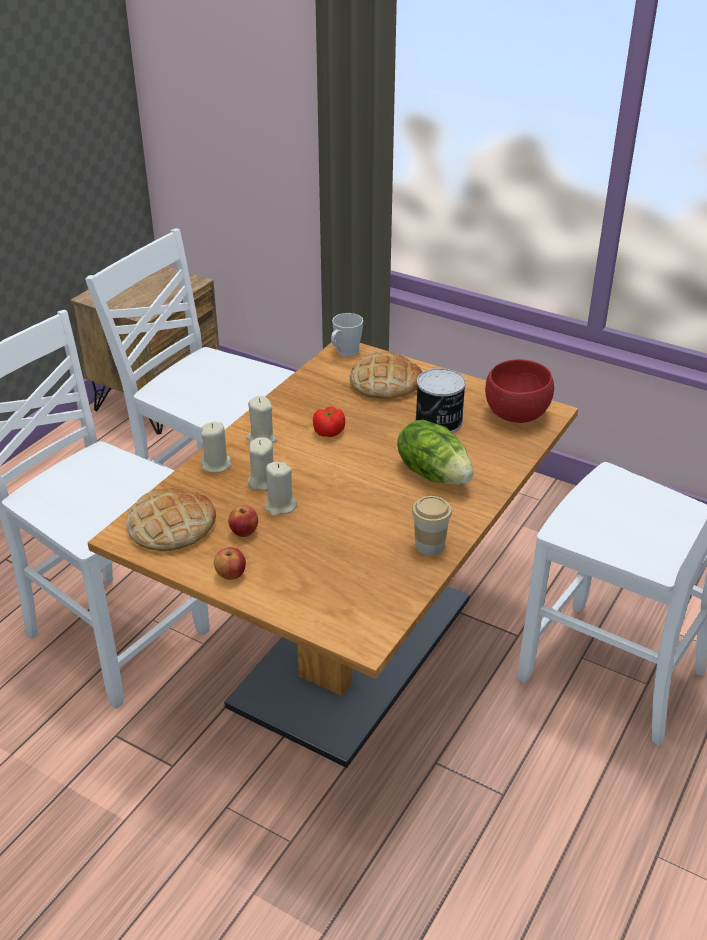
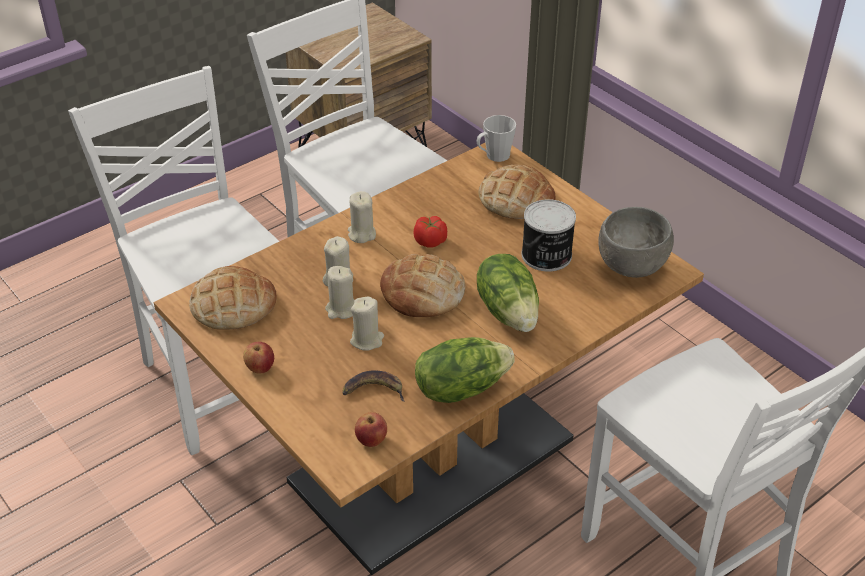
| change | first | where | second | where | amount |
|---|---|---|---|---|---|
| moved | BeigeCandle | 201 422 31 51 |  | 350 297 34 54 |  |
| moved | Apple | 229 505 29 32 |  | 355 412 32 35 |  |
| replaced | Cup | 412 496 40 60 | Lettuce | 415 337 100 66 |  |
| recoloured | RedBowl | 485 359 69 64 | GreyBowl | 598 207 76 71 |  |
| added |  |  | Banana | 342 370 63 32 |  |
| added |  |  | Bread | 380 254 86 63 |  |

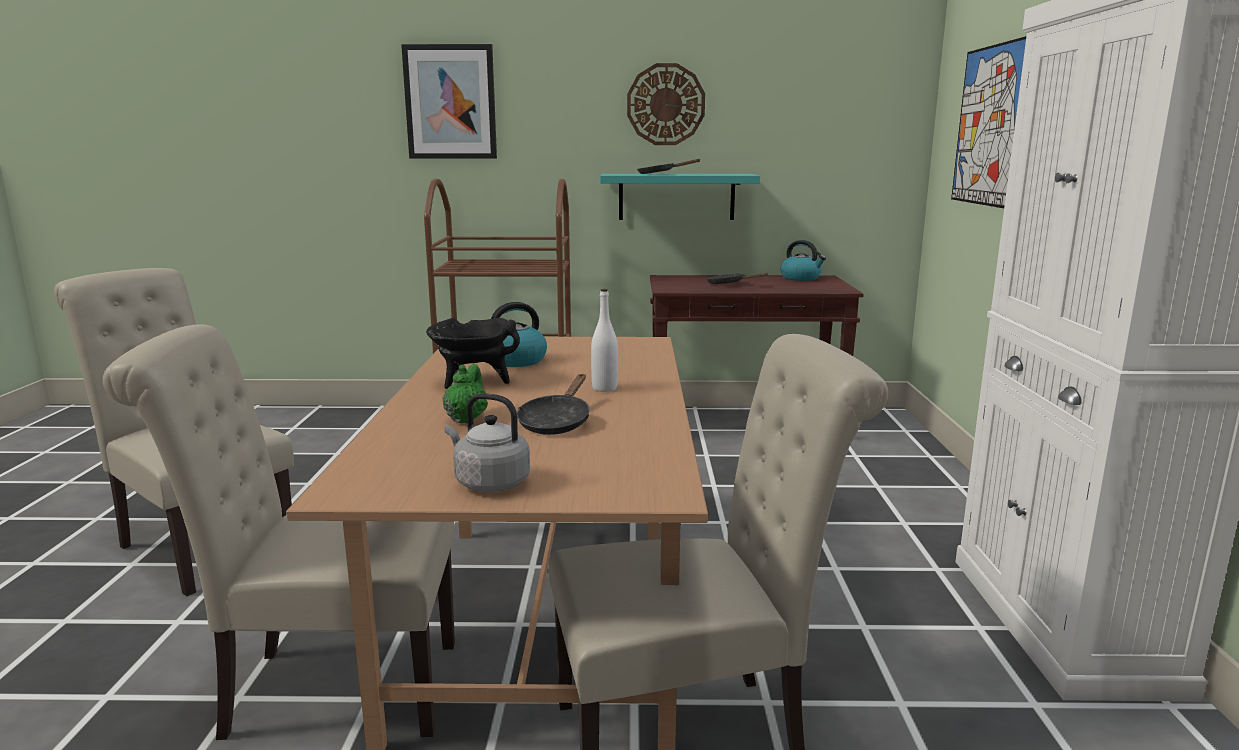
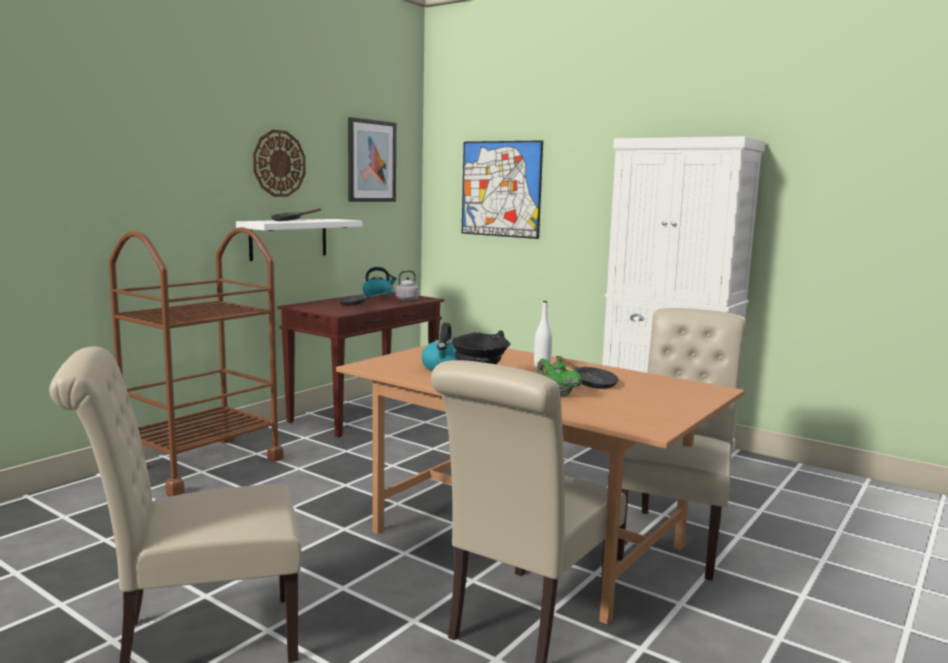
| change | first | where | second | where | amount |
|---|---|---|---|---|---|
| moved | Picture | 401 44 96 115 |  | 348 117 48 85 |  |
| moved | GreyKettle | 445 393 85 99 |  | 389 270 30 31 |  |
| recoloured | TurquoiseShelf | 600 174 160 46 | WhiteShelf | 236 219 126 42 |  |

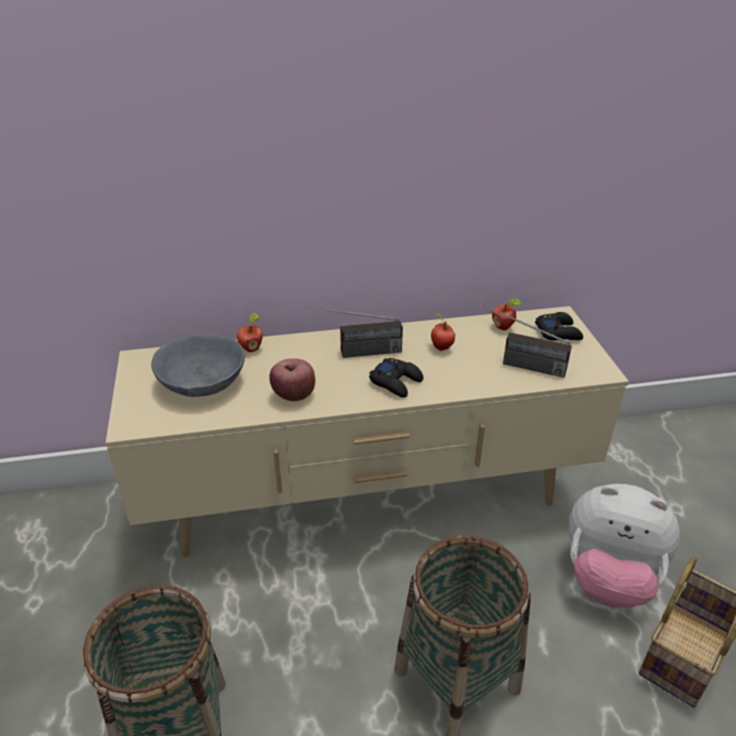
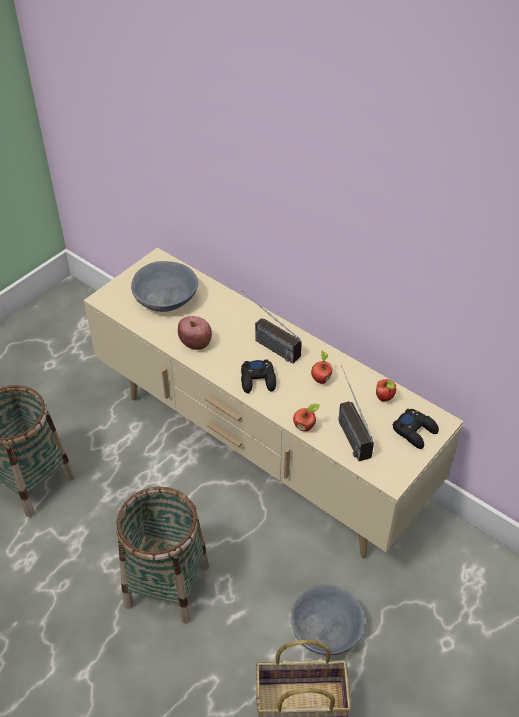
| change | first | where | second | where | amount |
|---|---|---|---|---|---|
| moved | Apple | 237 313 26 39 |  | 293 404 27 27 |  |
| replaced | PlushToy | 569 484 111 124 | GreyBowl | 290 585 74 70 |  |

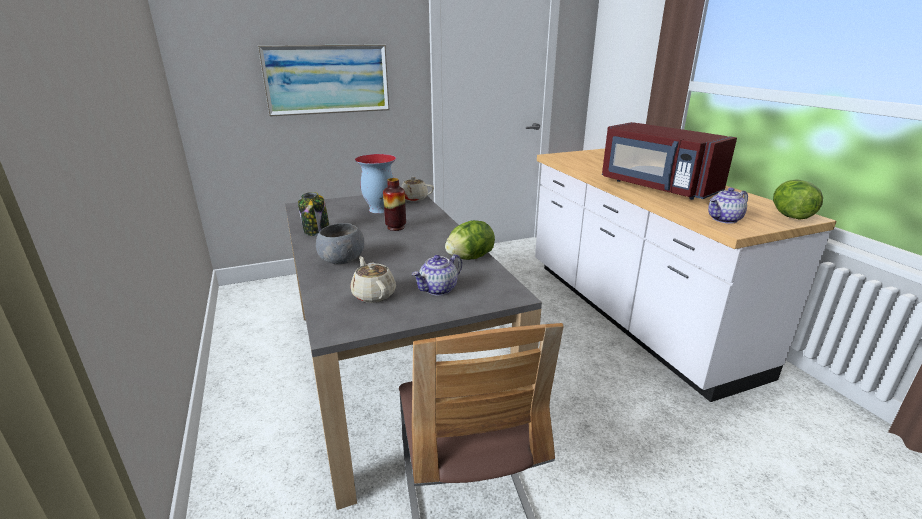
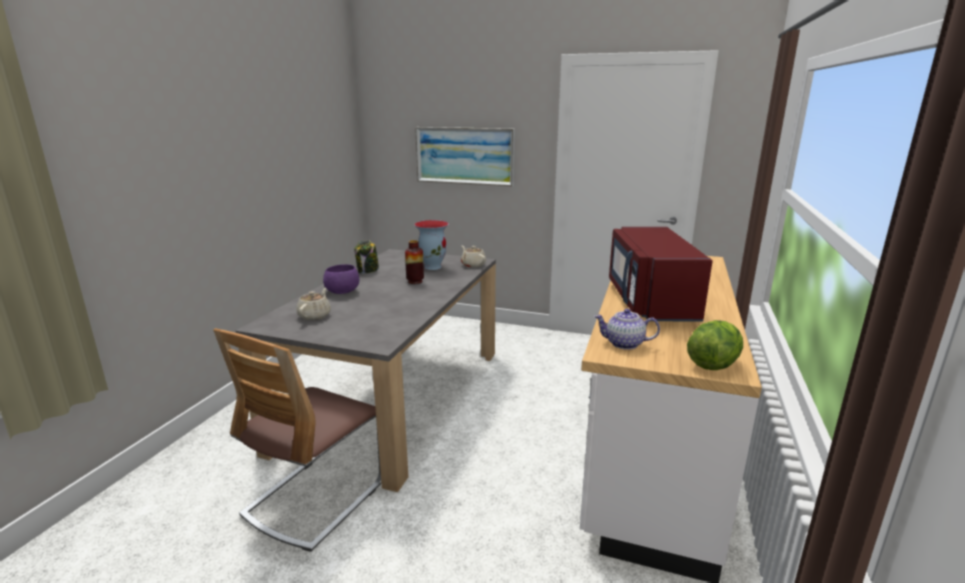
| change | first | where | second | where | amount |
|---|---|---|---|---|---|
| recoloured | GreyBowl | 316 223 48 41 | PurpleBowl | 323 264 36 30 |  |
| removed | Teapot | 412 254 50 42 |  |  |  |
| removed | Lettuce | 445 220 50 40 |  |  |  |

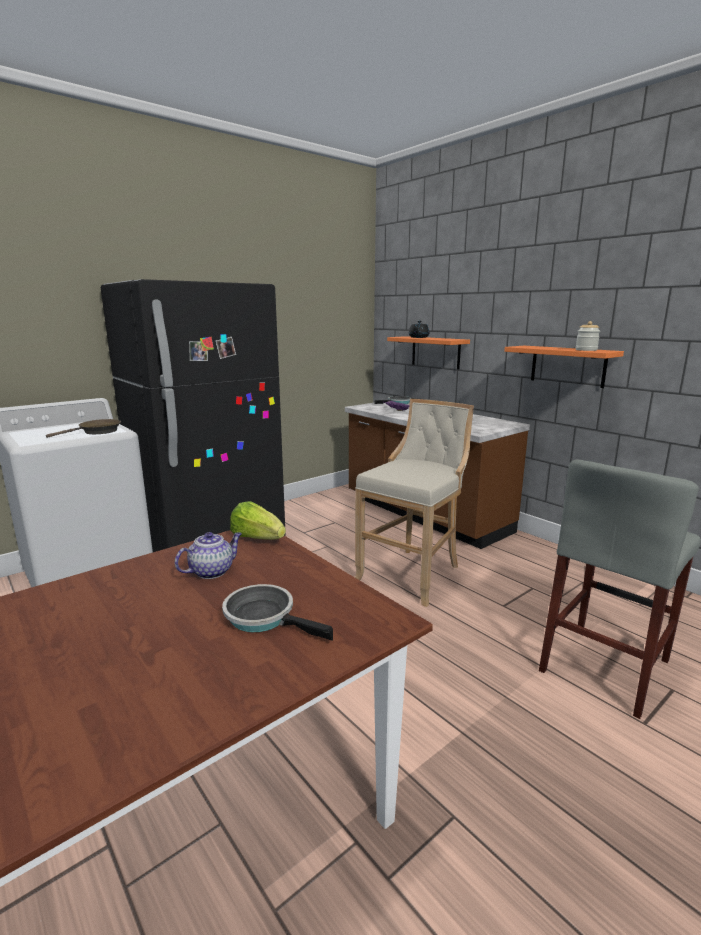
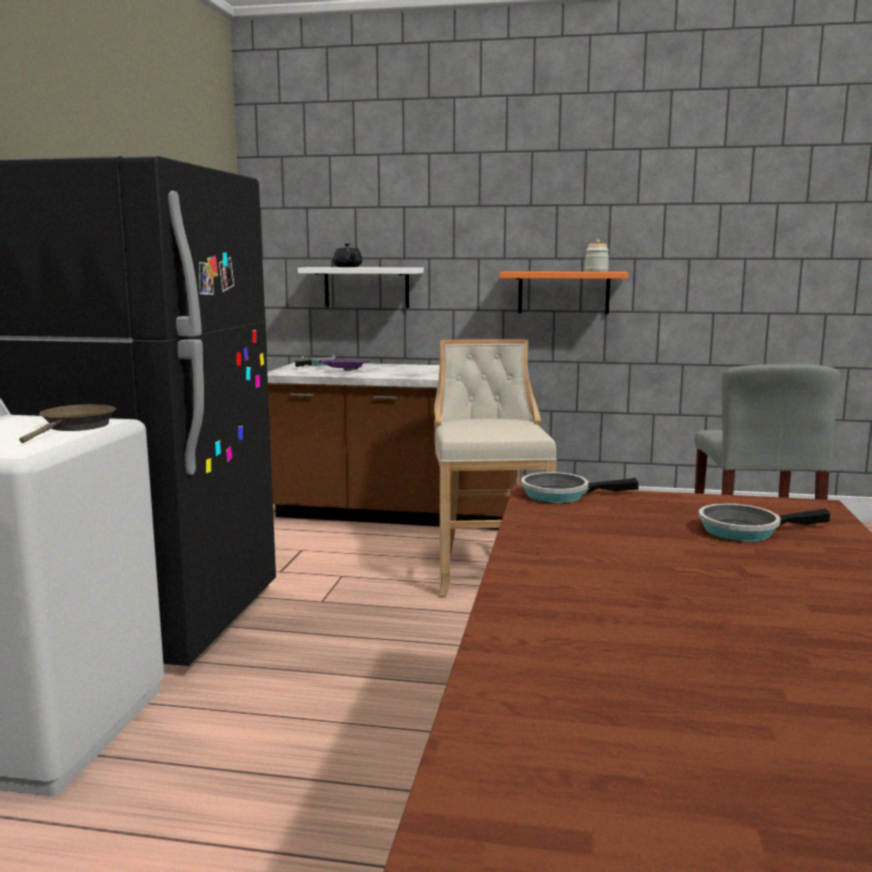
| change | first | where | second | where | amount |
|---|---|---|---|---|---|
| removed | Teapot | 175 532 67 47 |  |  |  |
| replaced | Lettuce | 230 501 56 39 | FryingPan | 521 472 118 31 |  |
| recoloured | OrangeShelf | 387 336 83 33 | WhiteShelf | 298 267 126 41 |  |

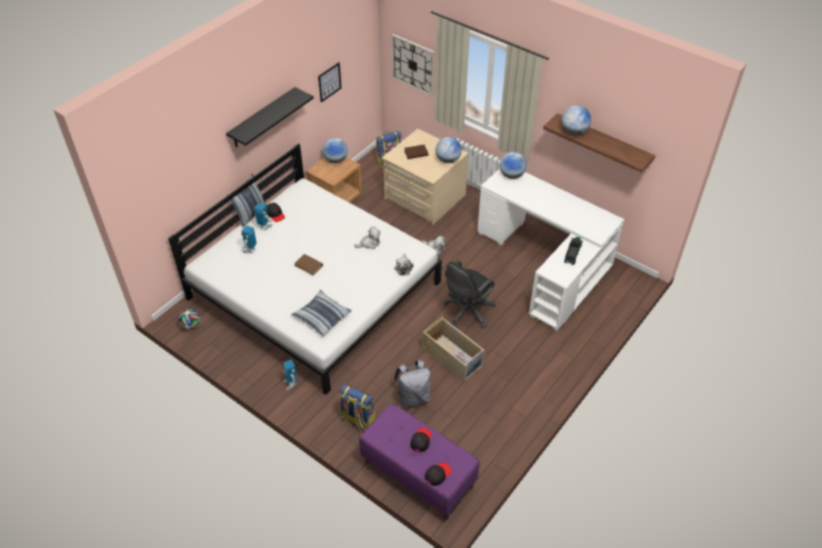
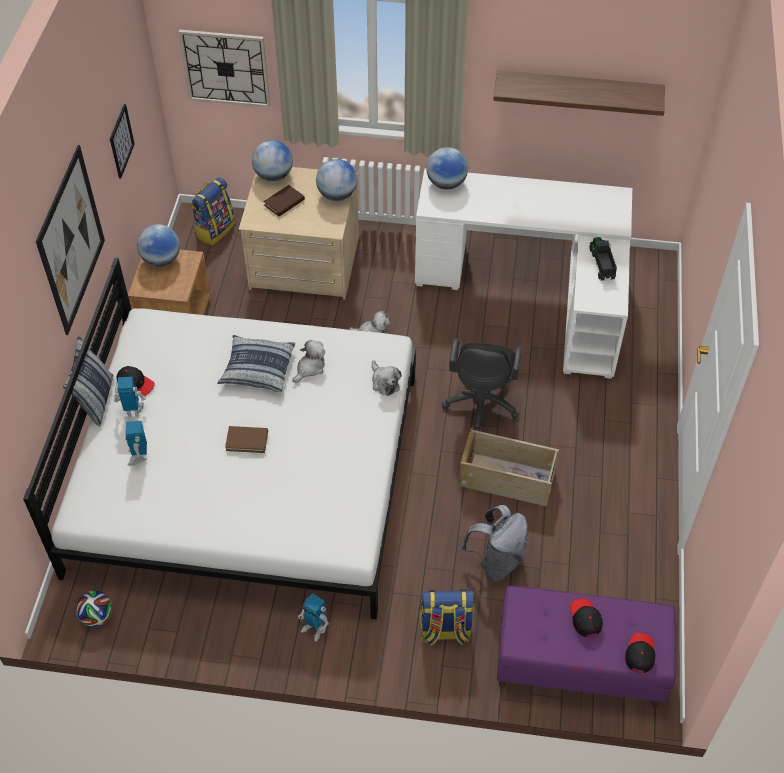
| change | first | where | second | where | amount |
|---|---|---|---|---|---|
| replaced | BlackShelf | 226 87 88 60 | Picture | 36 145 69 190 |  |
| moved | Pillow | 291 290 61 46 |  | 217 335 78 57 |  |
| moved | Globe | 561 105 30 30 |  | 252 140 41 42 |  |

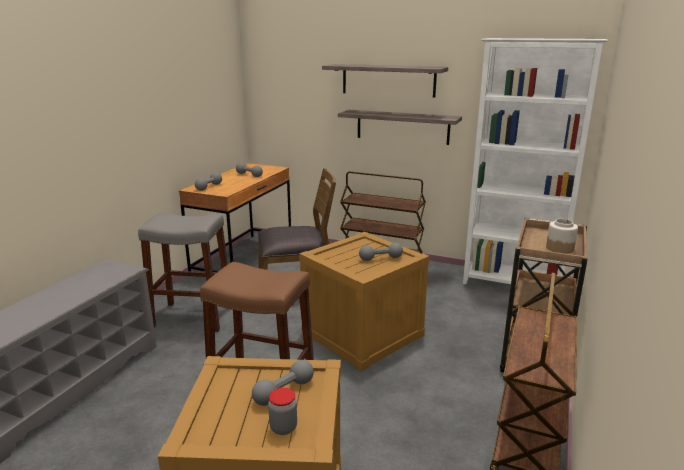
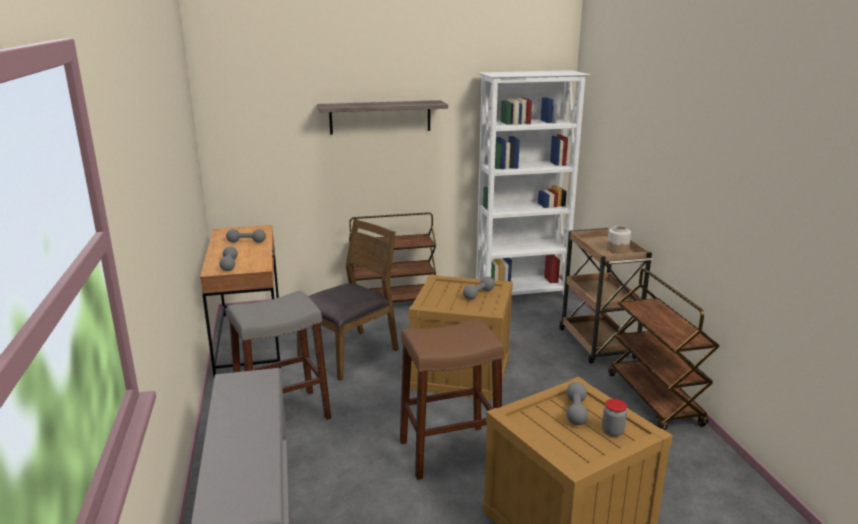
| change | first | where | second | where | amount |
|---|---|---|---|---|---|
| removed | Shelf | 338 110 124 35 |  |  |  |

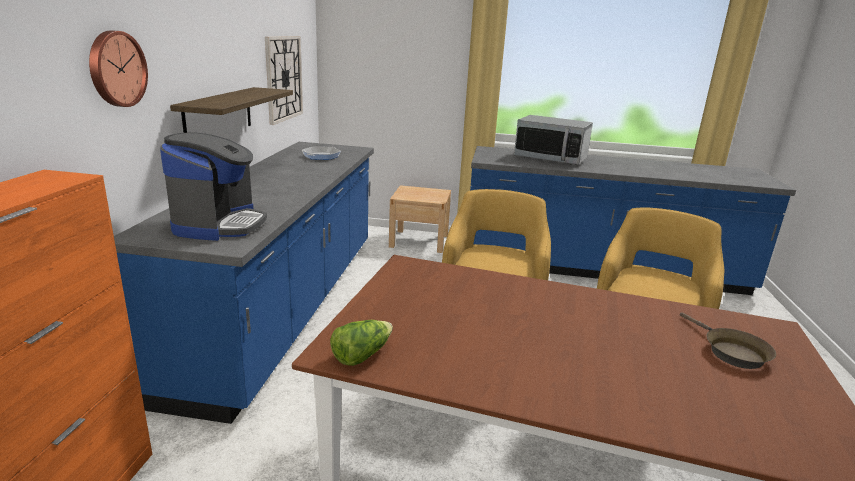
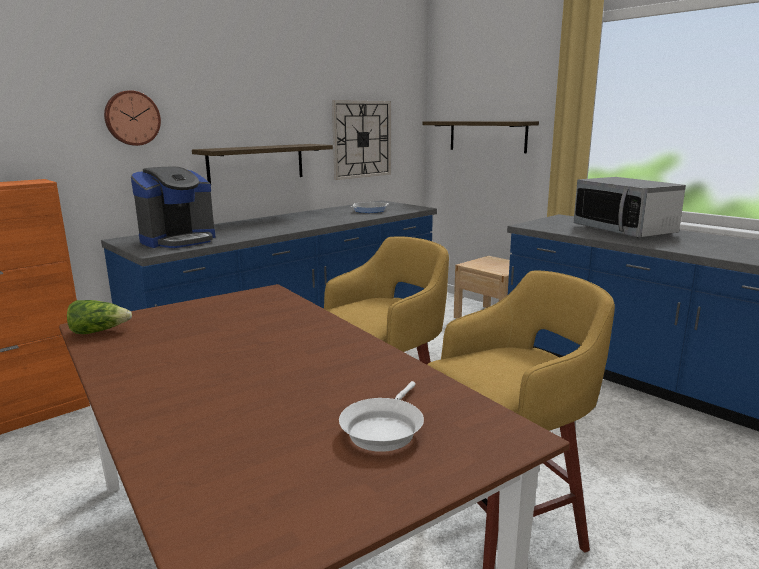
| change | first | where | second | where | amount |
|---|---|---|---|---|---|
| recoloured | BrownFryingPan | 680 312 96 57 | WhiteFryingPan | 339 381 85 71 |  |
| added |  |  | Shelf | 422 121 117 32 |  |

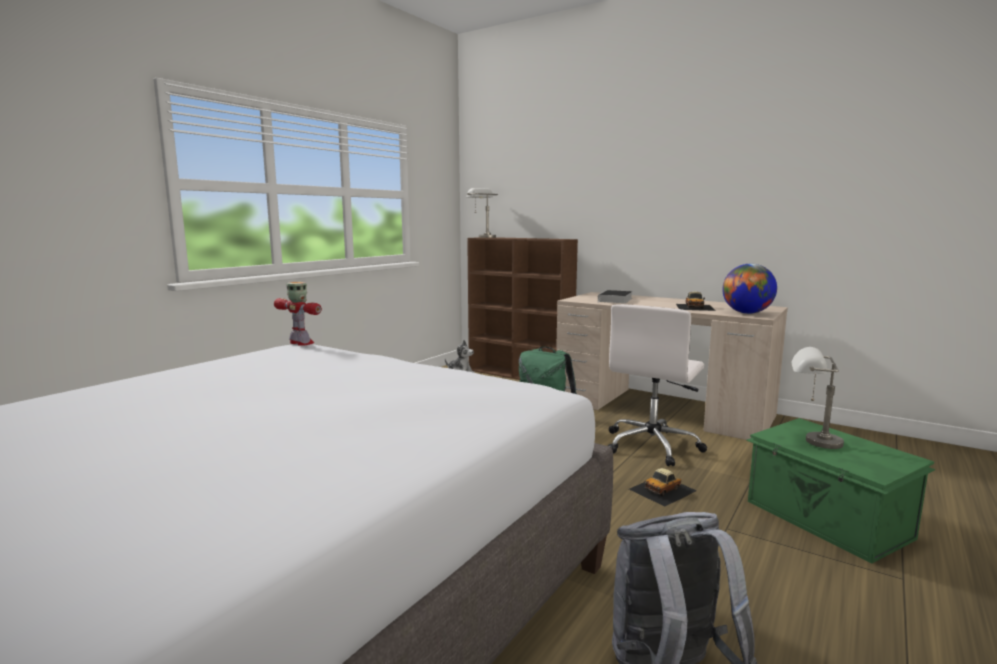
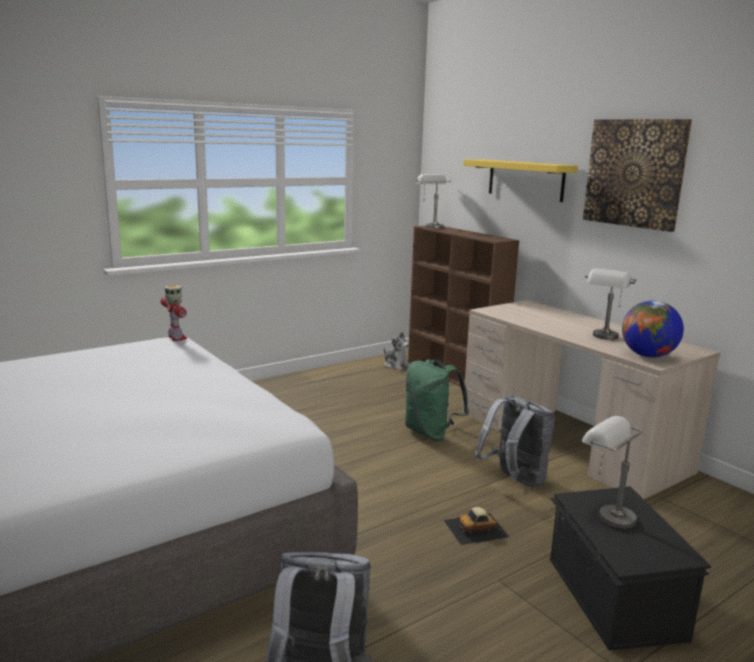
| change | first | where | second | where | amount |
|---|---|---|---|---|---|
| removed | Book | 598 290 35 13 |  |  |  |
| replaced | WhiteOfficeChair | 608 304 99 162 | GreyBackpack | 475 395 80 93 |  |
| replaced | ToyCar | 676 292 39 19 | GreyTableLamp | 585 268 52 72 |  |
| recoloured | GreenStorageBox | 746 418 190 145 | BlackStorageBox | 550 486 161 164 |  |
| added |  |  | YellowShelf | 463 159 115 43 |  |
| added |  |  | Picture | 583 119 109 113 |  |

